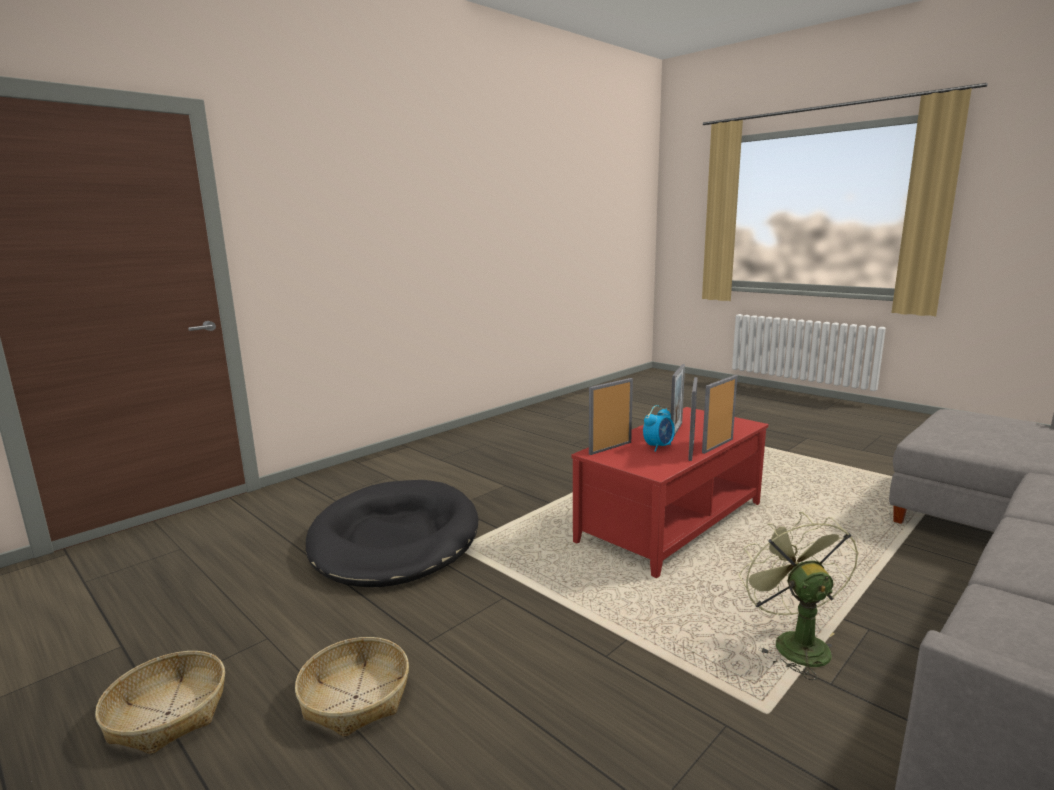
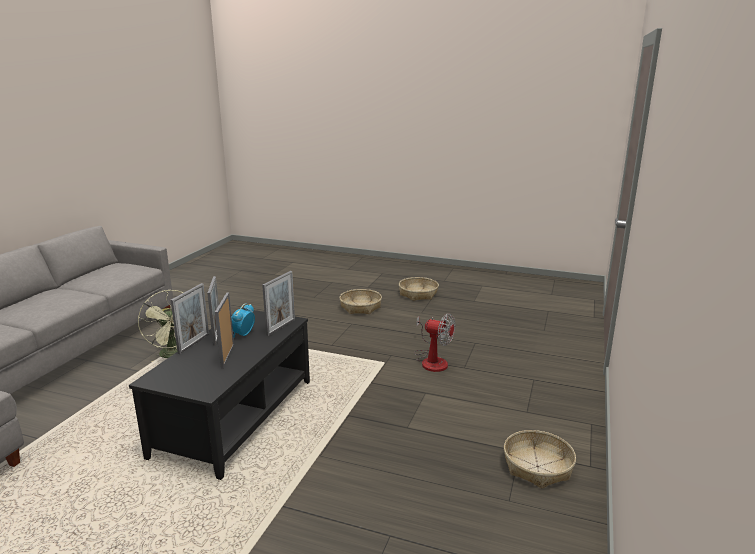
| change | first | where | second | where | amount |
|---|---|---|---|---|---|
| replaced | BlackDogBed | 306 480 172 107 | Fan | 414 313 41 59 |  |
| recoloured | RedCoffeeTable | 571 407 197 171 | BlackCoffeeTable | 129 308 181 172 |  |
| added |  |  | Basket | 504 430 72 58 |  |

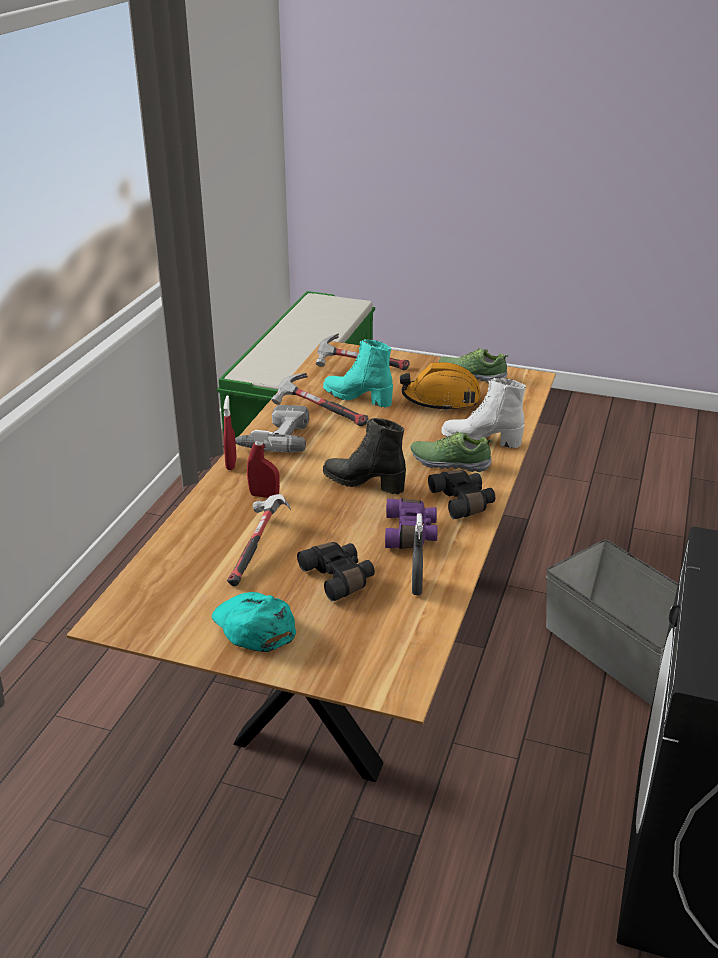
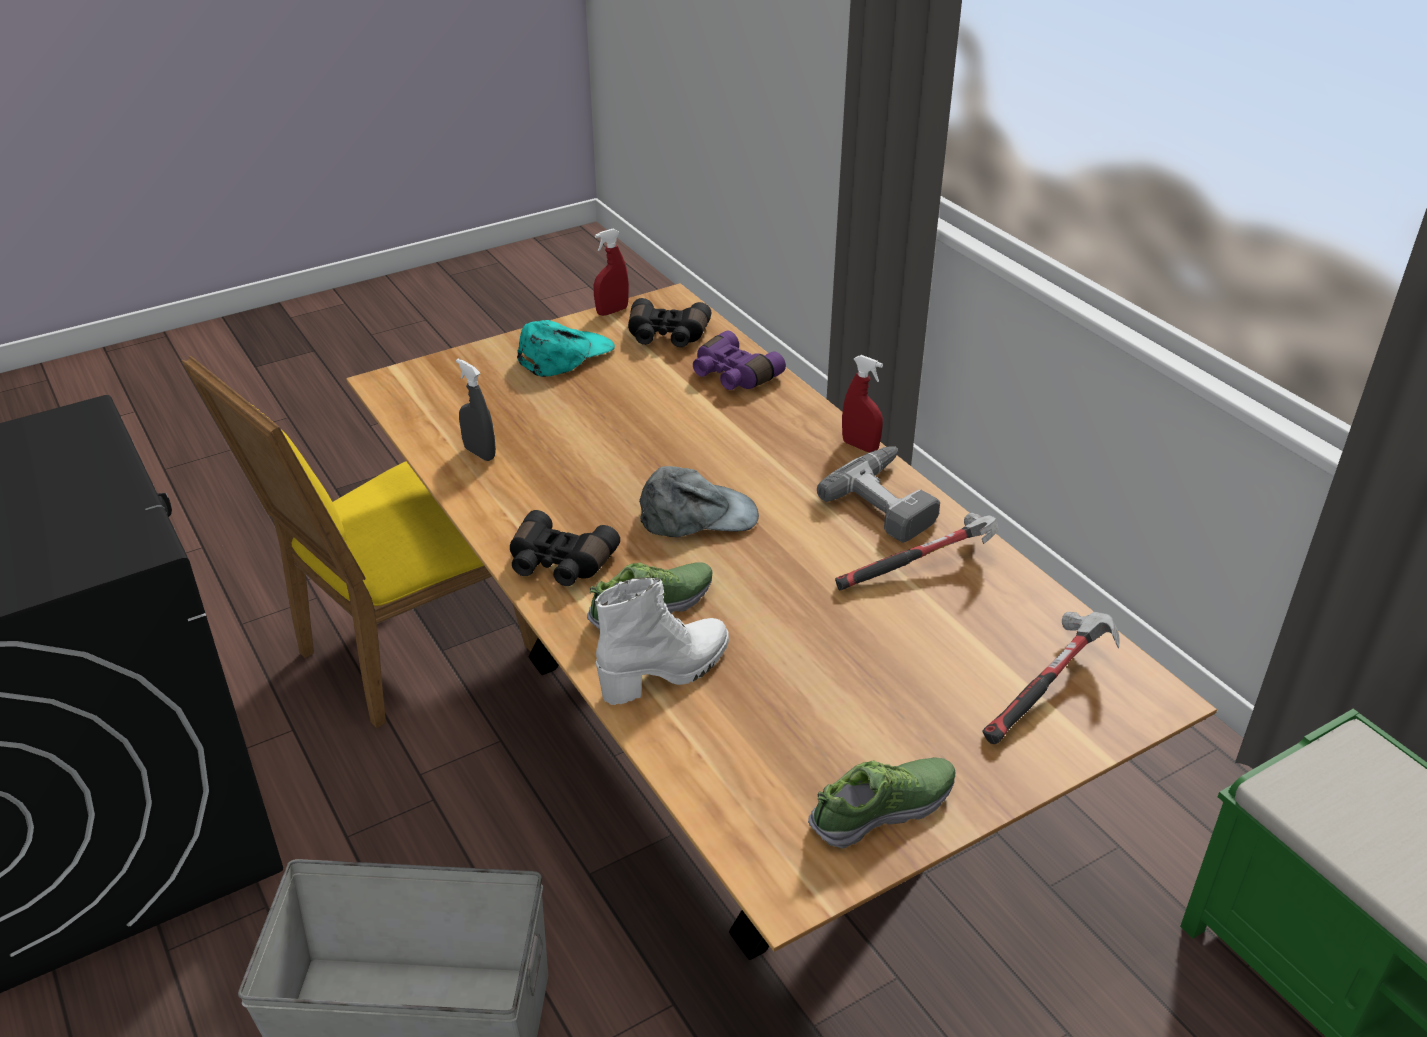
| change | first | where | second | where | amount |
|---|---|---|---|---|---|
| turned | TurquoiseCap | 212 592 84 60 |  | 517 320 98 57 | 45 degrees counterclockwise |
| removed | Hammer | 227 494 64 92 |  |  |  |
| moved | RedSprayBottle | 247 430 33 68 |  | 594 229 35 87 |  |
| moved | BlackBinoculars | 297 542 78 60 |  | 628 298 83 49 |  |
| removed | TurquoiseBoot | 323 339 70 69 |  |  |  |
| replaced | BlackBoot | 323 418 83 76 | GreyCap | 639 466 120 71 |  |
| moved | PurpleBinoculars | 385 498 52 51 |  | 693 331 93 59 |  |
| removed | OrangeHardHat | 400 362 81 50 |  |  |  |
| added |  |  | YellowChair | 182 356 356 372 |  |

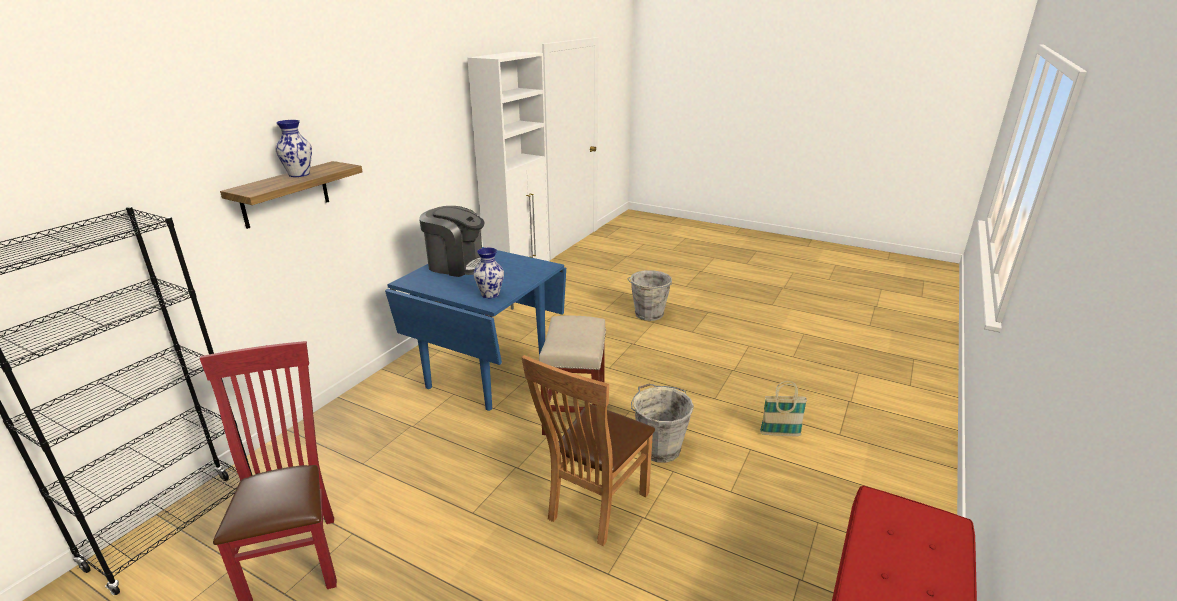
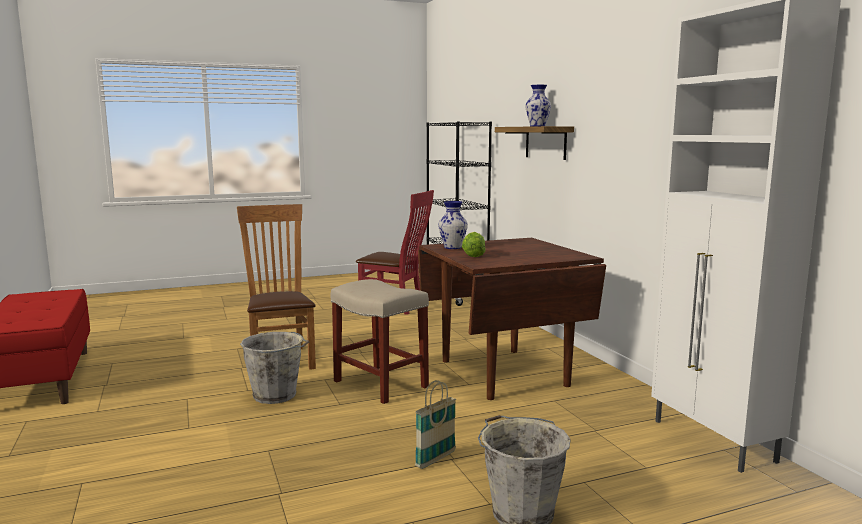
| change | first | where | second | where | amount |
|---|---|---|---|---|---|
| recoloured | BlueDiningTable | 385 247 181 164 | BrownDiningTable | 418 238 188 162 |  |
| removed | CoffeeMachine | 419 206 65 71 |  |  |  |
| moved | Basket | 760 381 47 56 |  | 415 380 41 89 |  |
| added |  |  | Lettuce | 462 232 24 25 |  |

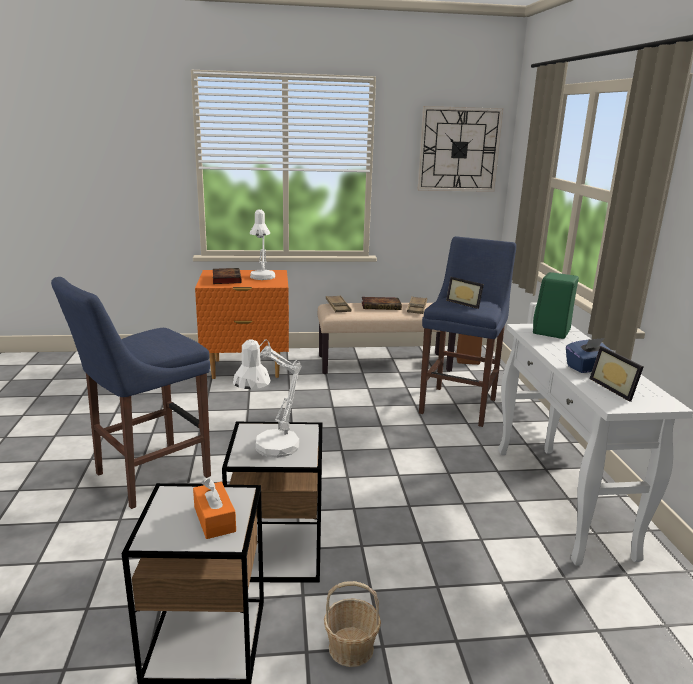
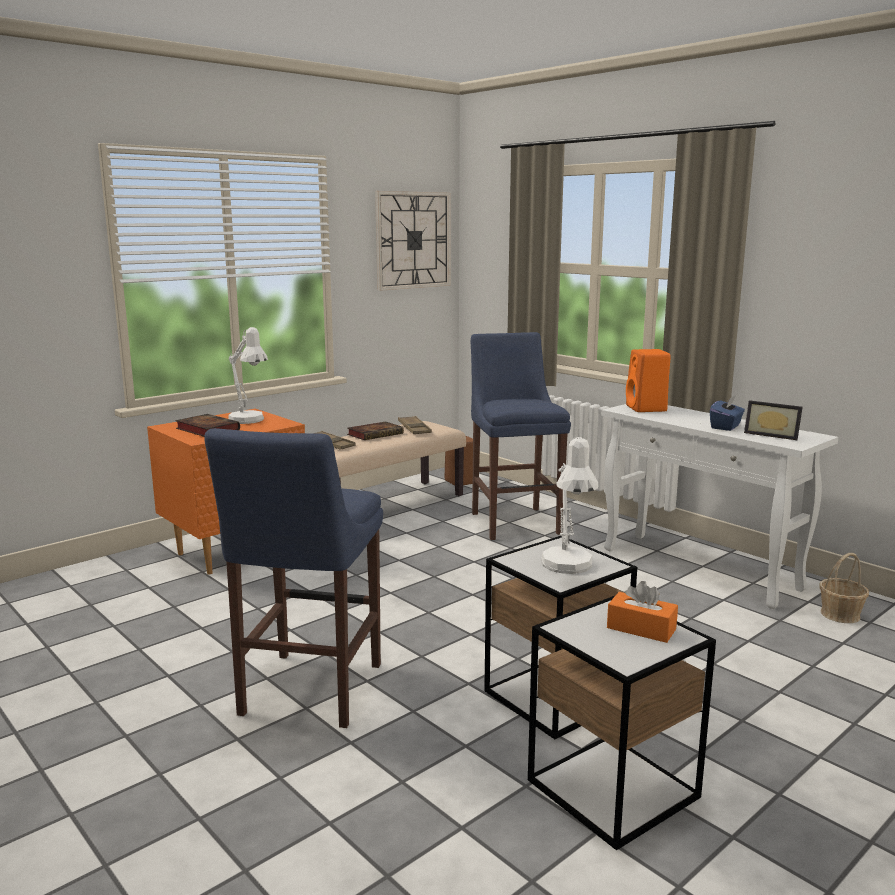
| change | first | where | second | where | amount |
|---|---|---|---|---|---|
| moved | Basket | 324 581 57 86 |  | 819 553 50 70 |  |
| removed | PictureFrame | 446 277 38 32 |  |  |  |
| recoloured | GreenSpeaker | 533 272 46 67 | OrangeSpeaker | 626 349 45 63 |  |

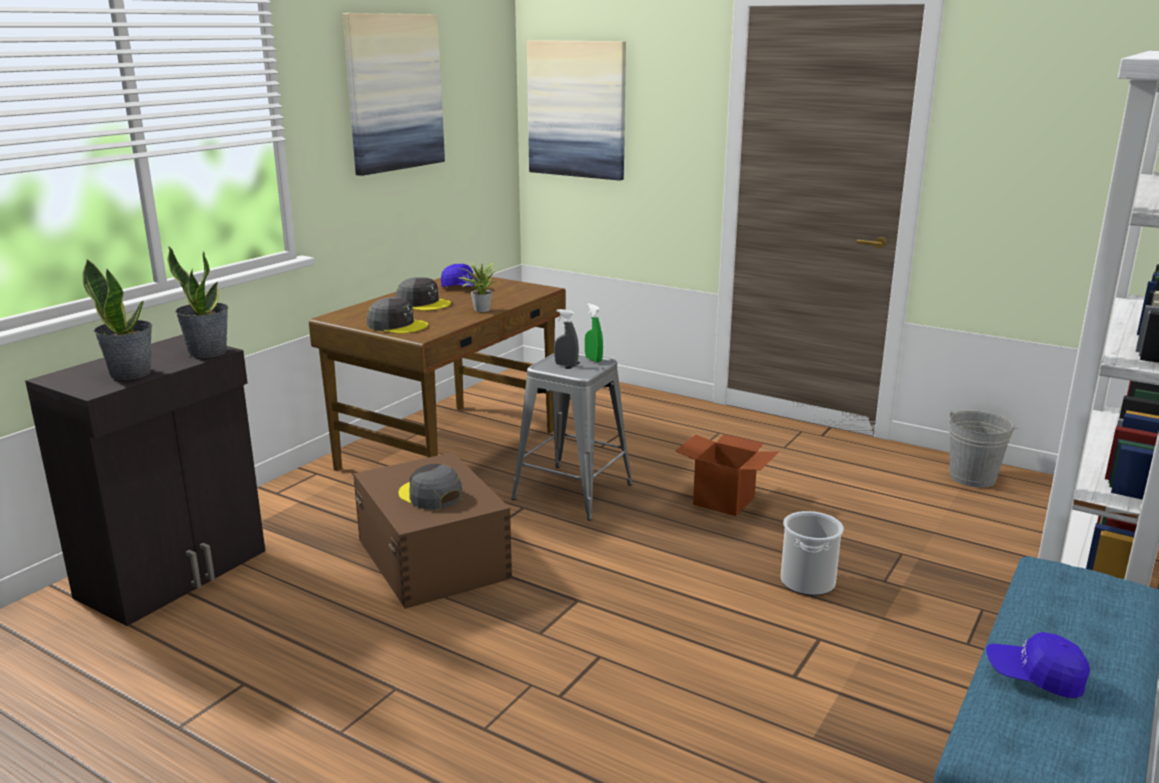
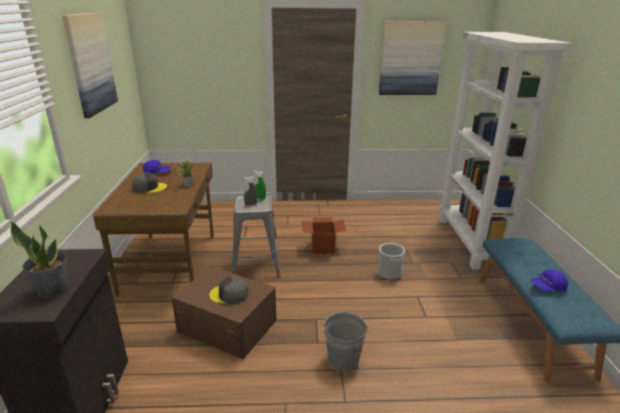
| change | first | where | second | where | amount |
|---|---|---|---|---|---|
| removed | PottedPlant | 167 247 62 111 |  |  |  |
| removed | GreyCap | 367 297 61 37 |  |  |  |
| moved | Picture | 527 40 99 141 |  | 379 21 67 74 |  |
| moved | GreyBucket | 949 410 69 78 |  | 321 312 49 59 |  |

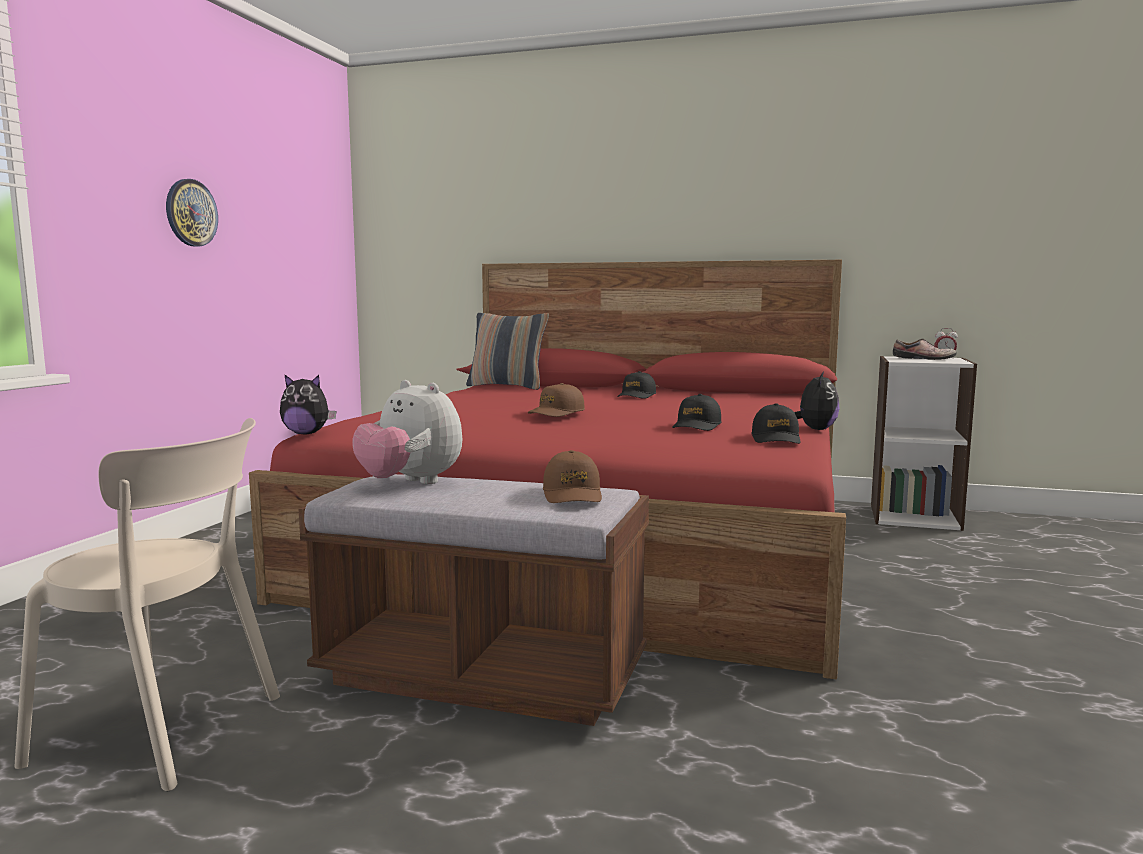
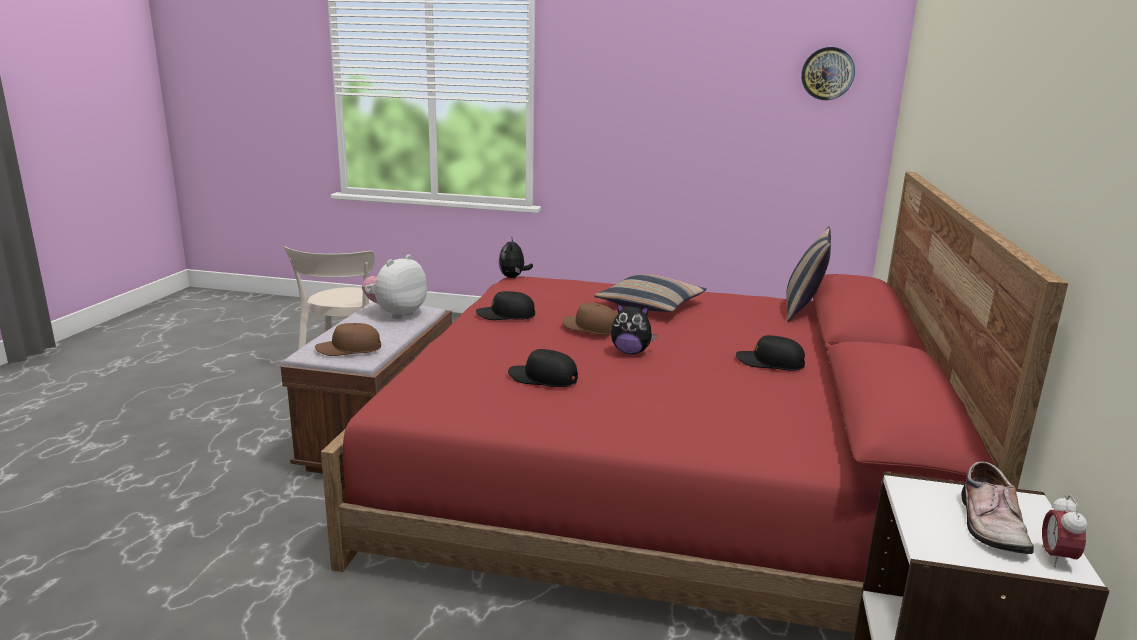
| change | first | where | second | where | amount |
|---|---|---|---|---|---|
| moved | WallClock | 166 179 52 68 |  | 801 47 54 53 |  |
| moved | BlackCap | 752 403 49 41 |  | 476 291 59 29 |  |
| moved | PlushToy | 794 371 46 59 |  | 611 303 46 51 |  |
| added |  |  | Pillow | 594 274 113 38 |  |

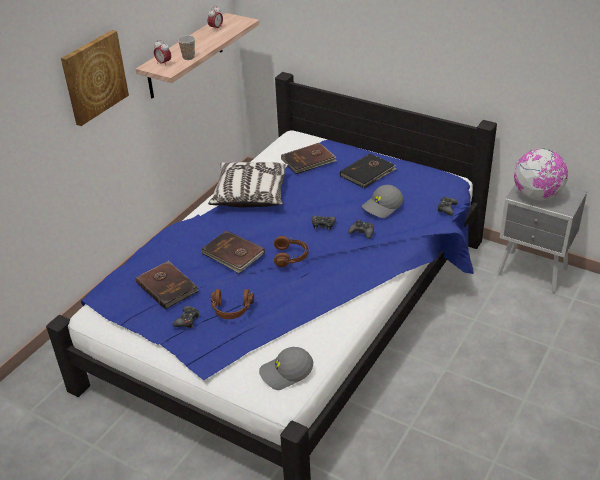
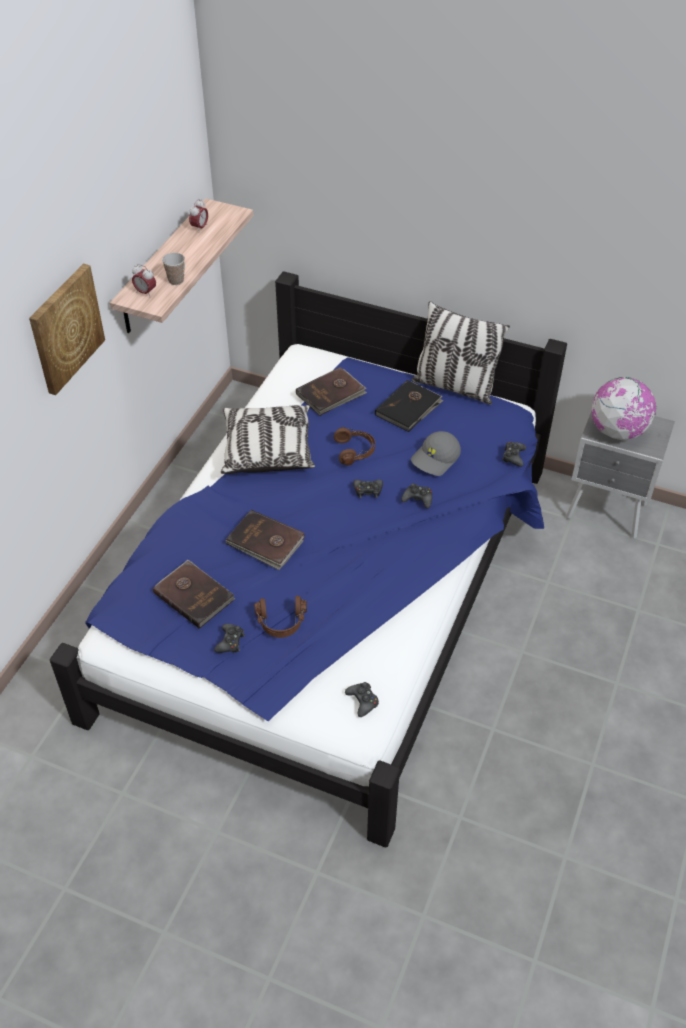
| change | first | where | second | where | amount |
|---|---|---|---|---|---|
| replaced | GreyCap | 259 347 54 43 | BlackGameController | 345 682 34 35 |  |
| moved | BrownHeadphones | 274 236 35 31 |  | 334 427 41 39 |  |
| added |  |  | Pillow | 412 301 98 104 |  |

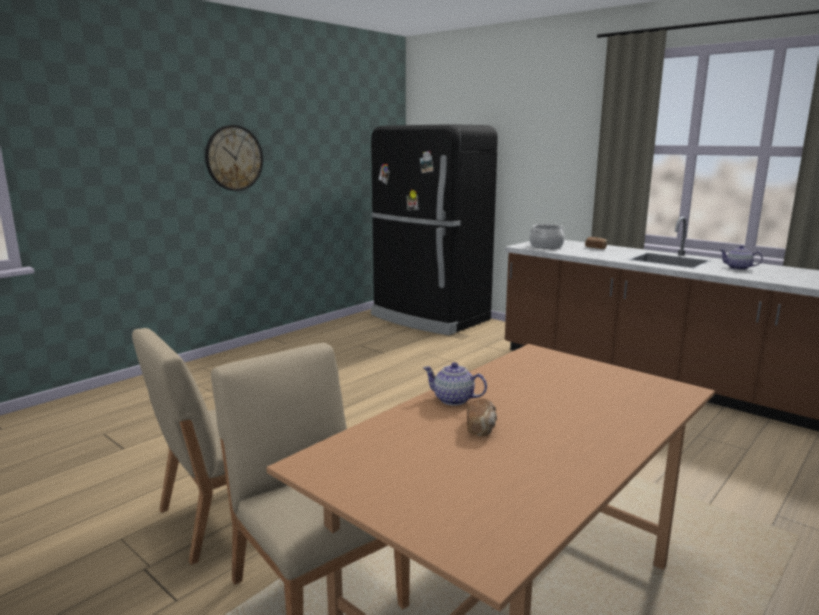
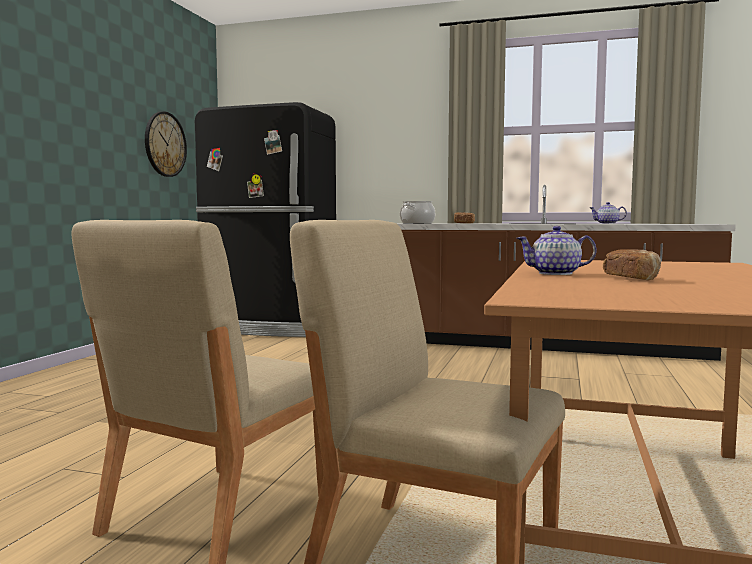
| change | first | where | second | where | amount |
|---|---|---|---|---|---|
| moved | WallClock | 205 125 58 66 |  | 145 112 42 65 |  |

